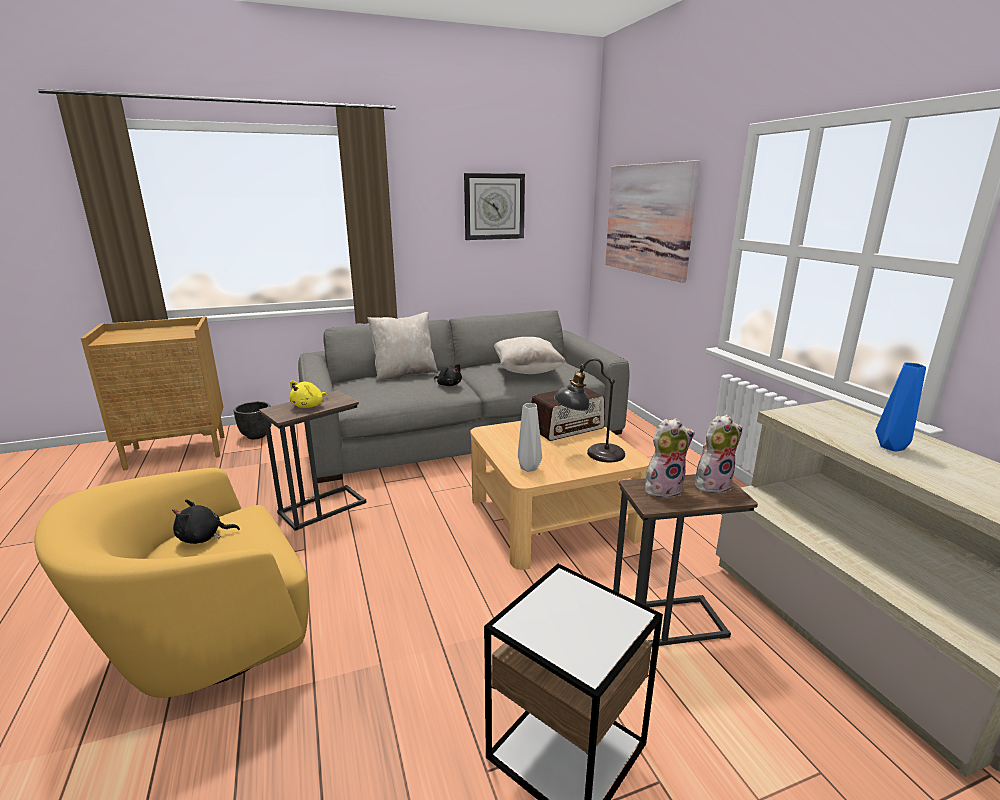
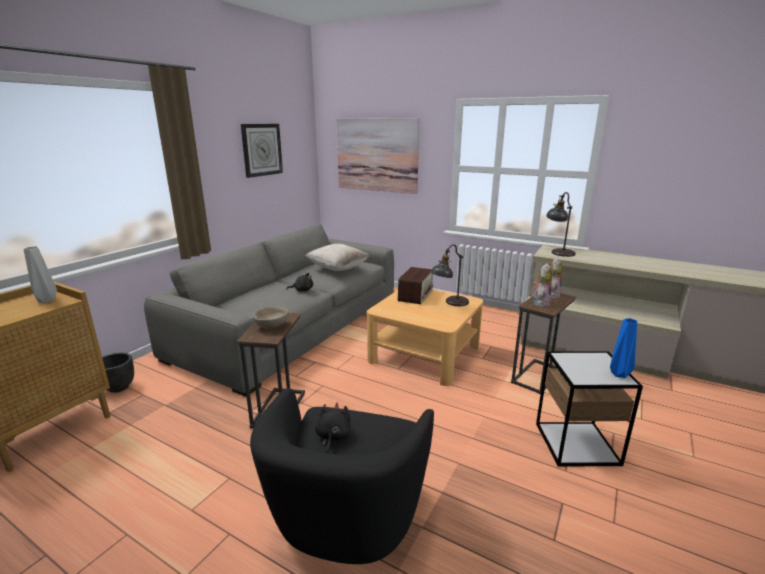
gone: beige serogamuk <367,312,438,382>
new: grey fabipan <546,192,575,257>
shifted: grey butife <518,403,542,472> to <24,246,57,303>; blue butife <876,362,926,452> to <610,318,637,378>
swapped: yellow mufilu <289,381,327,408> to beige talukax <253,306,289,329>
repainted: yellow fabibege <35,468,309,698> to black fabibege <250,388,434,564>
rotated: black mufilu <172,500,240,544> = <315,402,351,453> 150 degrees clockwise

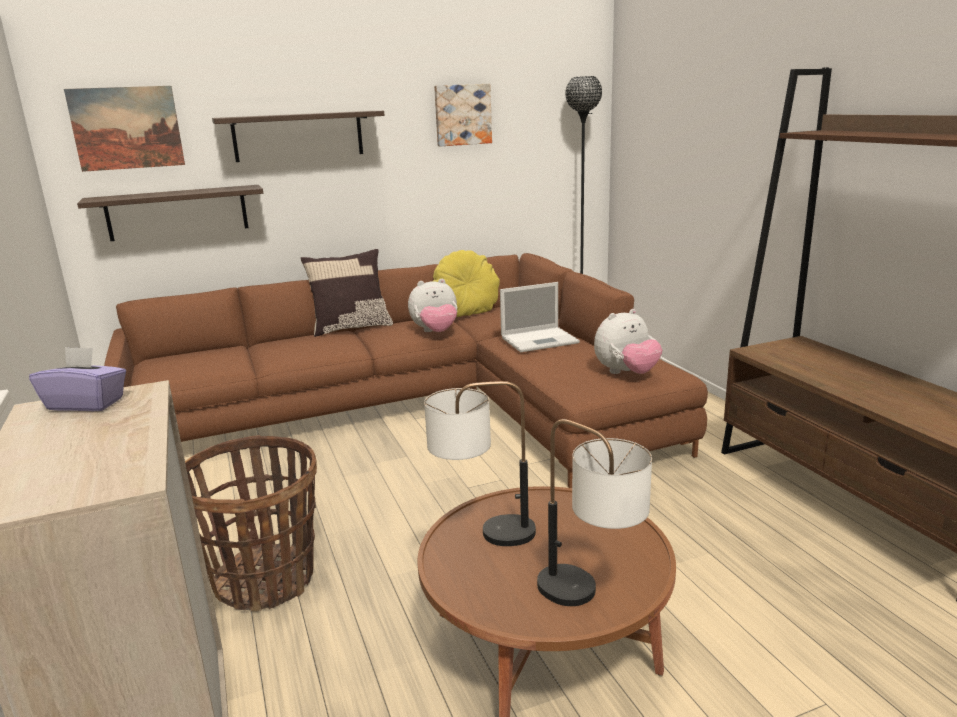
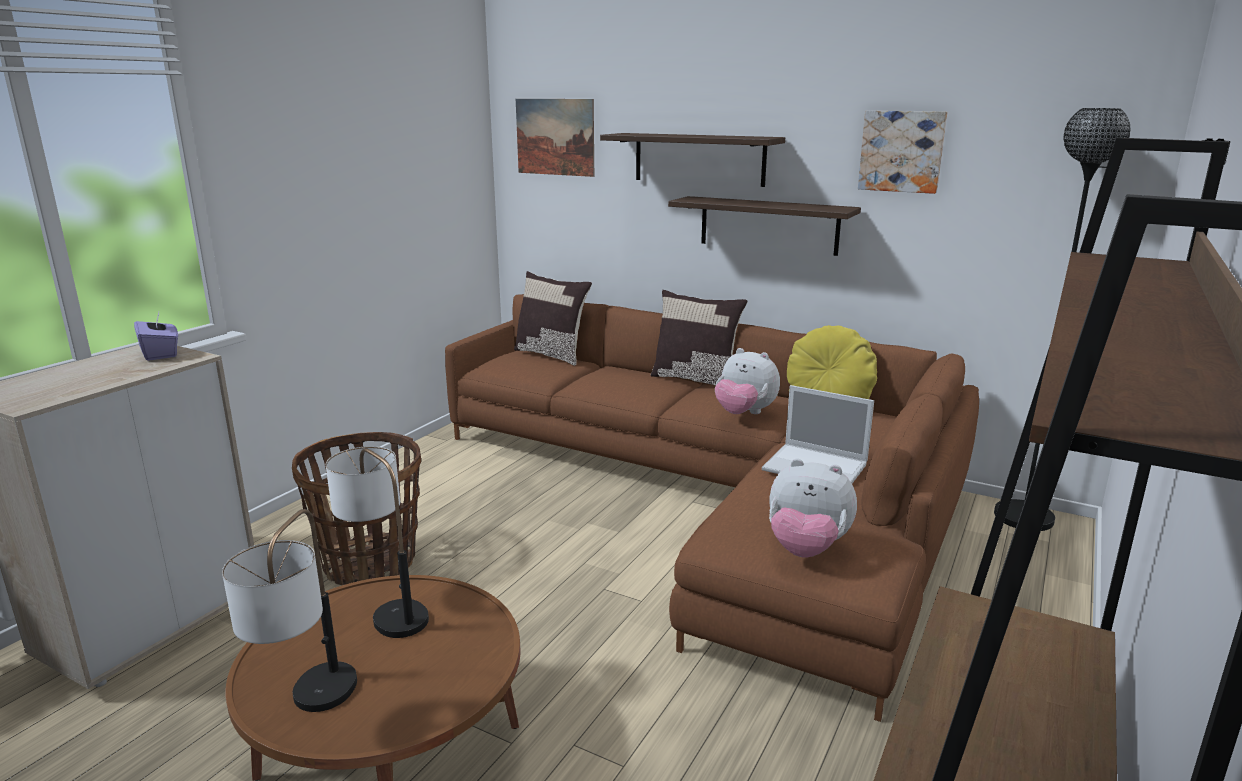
new: serogamuk <514,271,592,366>
shifted: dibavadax <77,185,263,241> to <668,196,861,256>

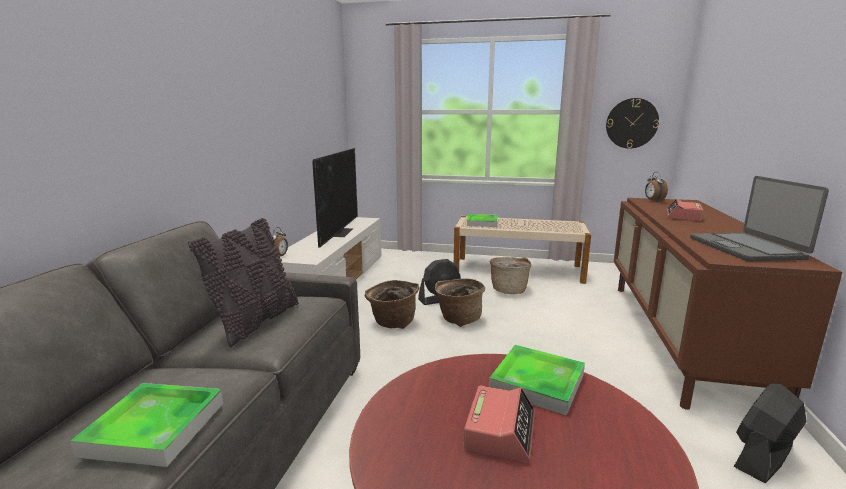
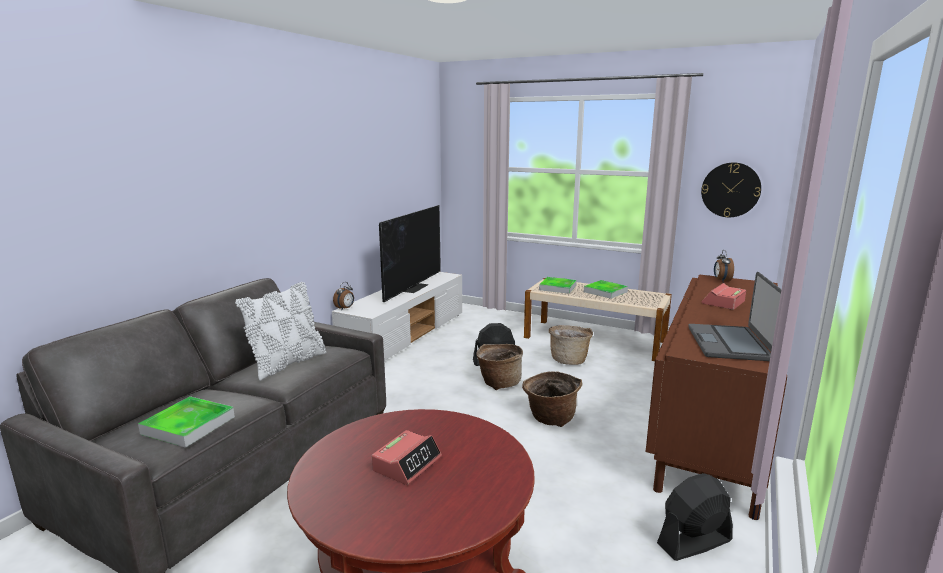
shifted: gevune <365,280,419,329> to <522,371,582,427>; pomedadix <489,345,585,416> to <584,280,628,299>
repainted: black serogamuk <188,218,298,348> to white serogamuk <235,282,326,381>

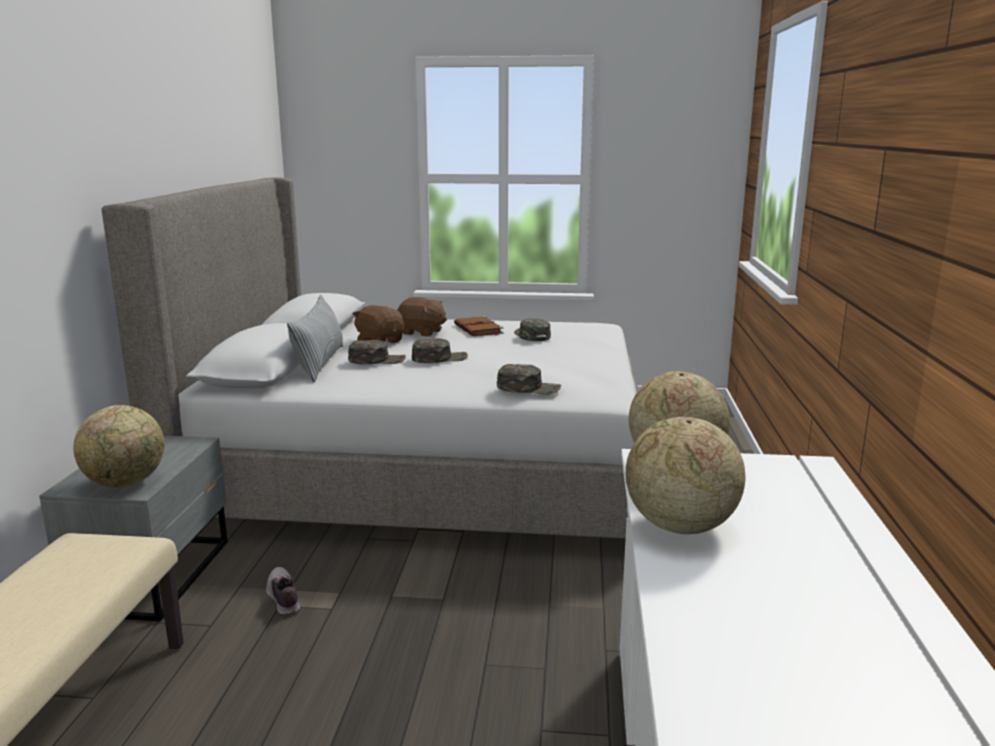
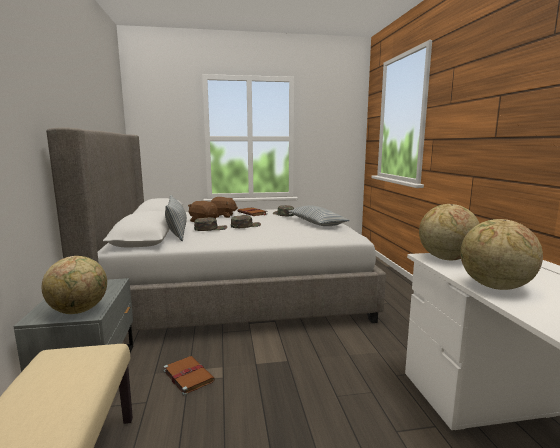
gone: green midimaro <497,364,561,395>
new: serogamuk <288,205,349,226>
swapped: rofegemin <266,567,300,614> to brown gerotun <164,356,215,396>

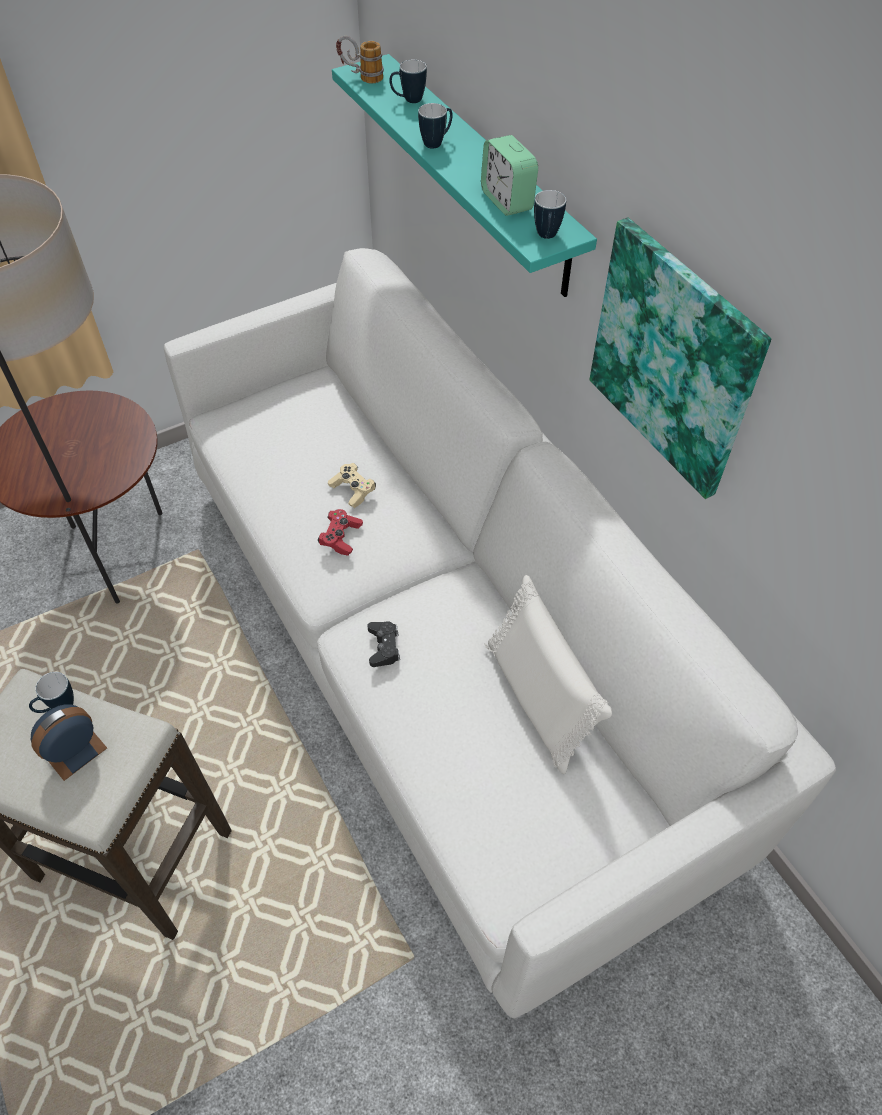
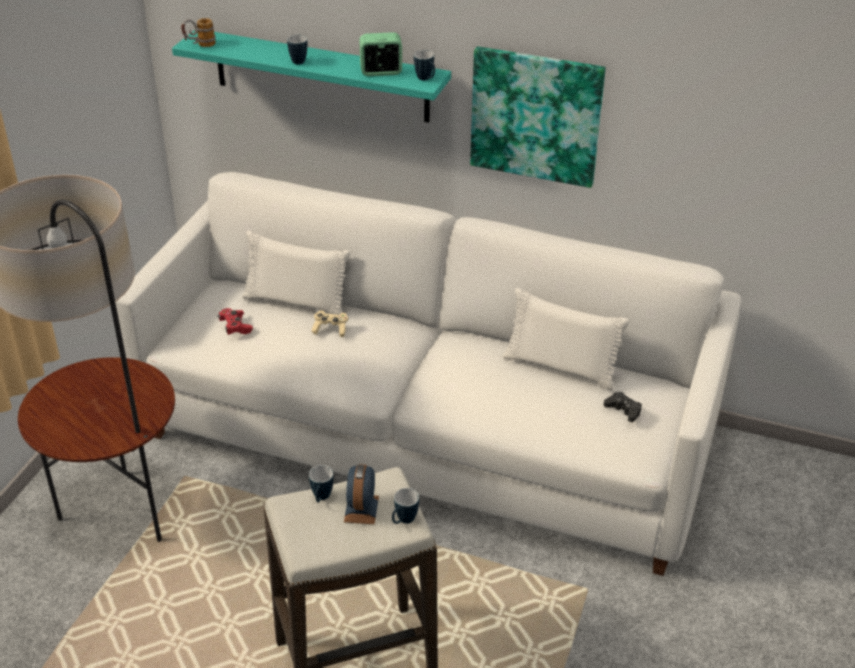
new: white serogamuk <242,231,350,315>
shifted: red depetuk <318,509,363,556> to <218,308,253,335>; black depetuk <367,621,400,667> to <603,392,642,422>; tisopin <389,60,427,103> to <392,488,419,524>
rotated: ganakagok <481,135,538,216> = <359,32,402,76> 150 degrees clockwise

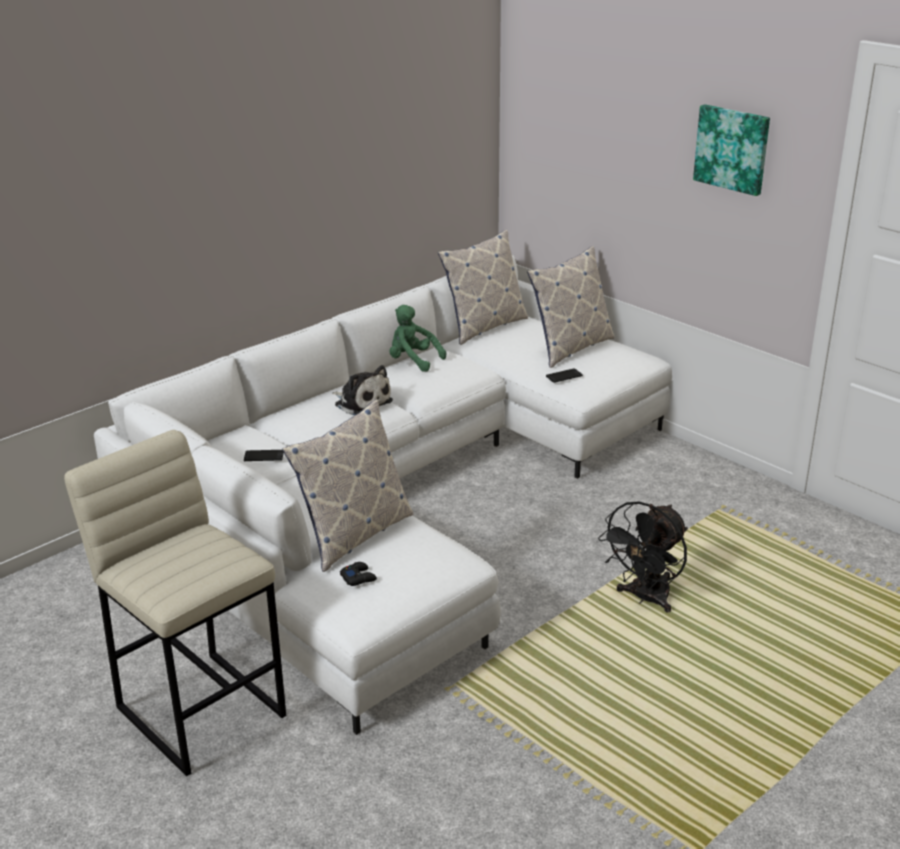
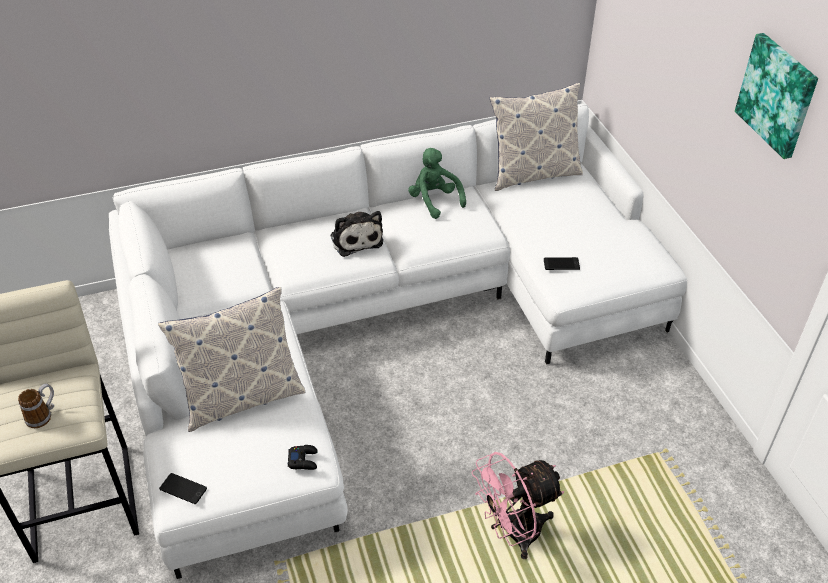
gone: serogamuk <527,246,614,368>
new: tisopin <18,384,54,428>
shifted: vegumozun <244,450,284,461> to <159,473,207,504>; black depetuk <340,562,377,586> to <288,445,318,470>
repainted: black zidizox <598,501,688,612> to pink zidizox <472,452,565,559>

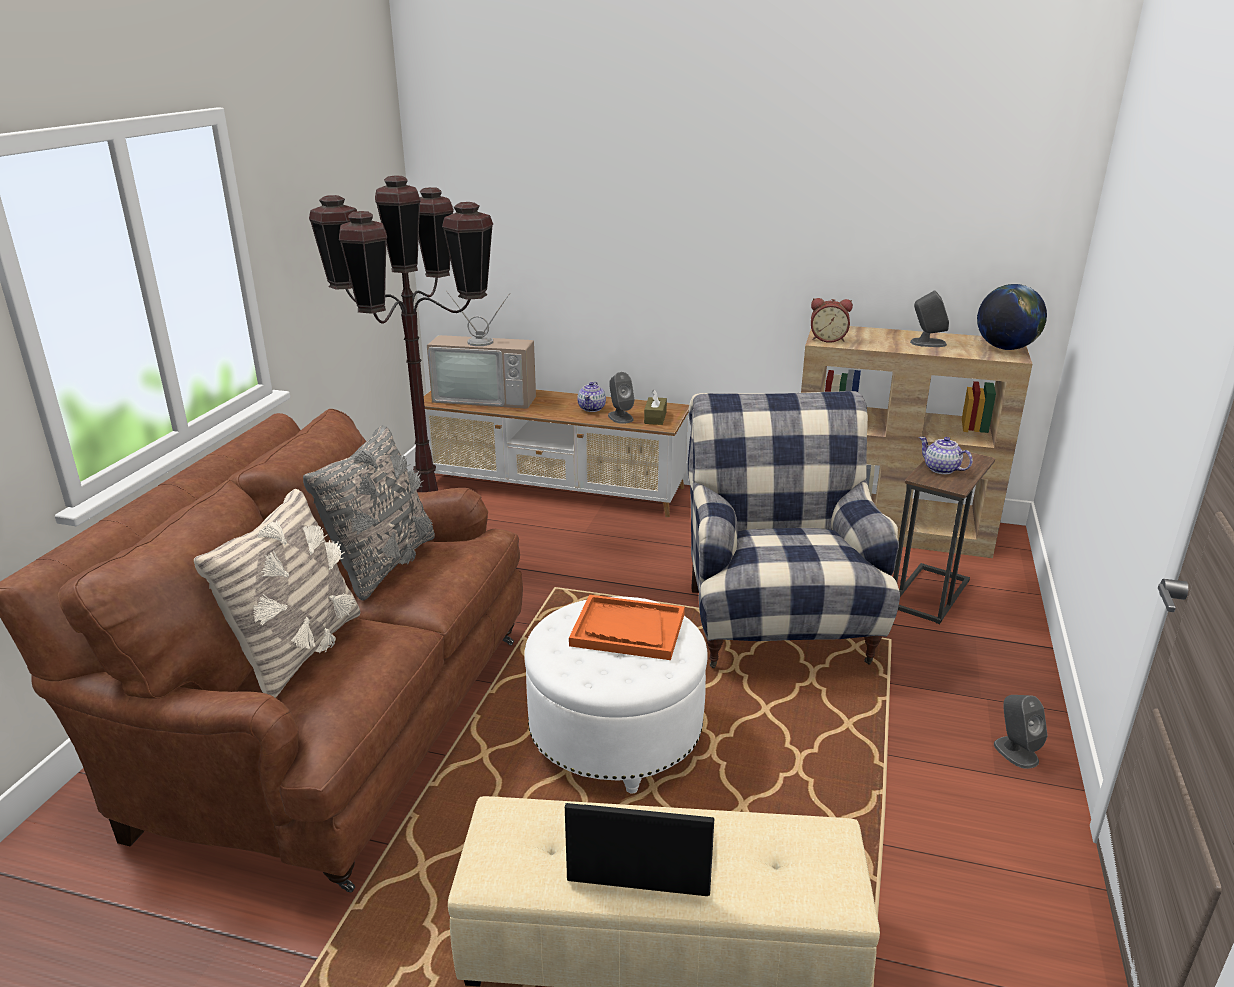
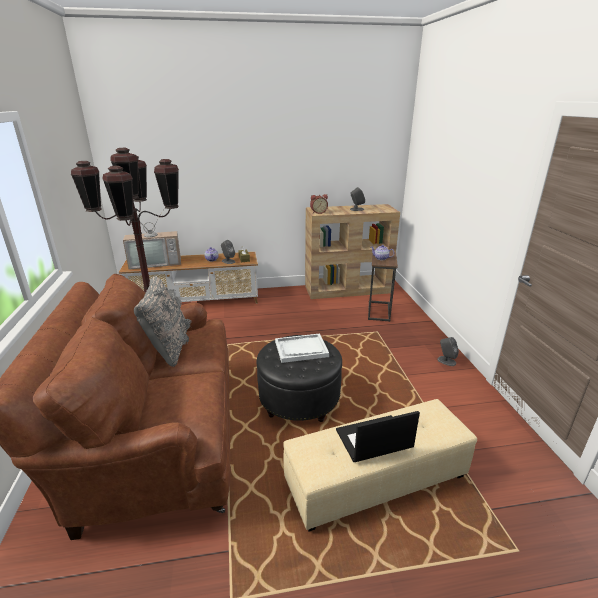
gone: beige serogamuk <194,489,360,698>; fabibege <688,391,900,668>; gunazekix <977,284,1047,350>
repainted: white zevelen <524,597,708,794> to black zevelen <257,335,342,422>; orange pomedadix <569,595,685,660> to white pomedadix <275,333,329,363>

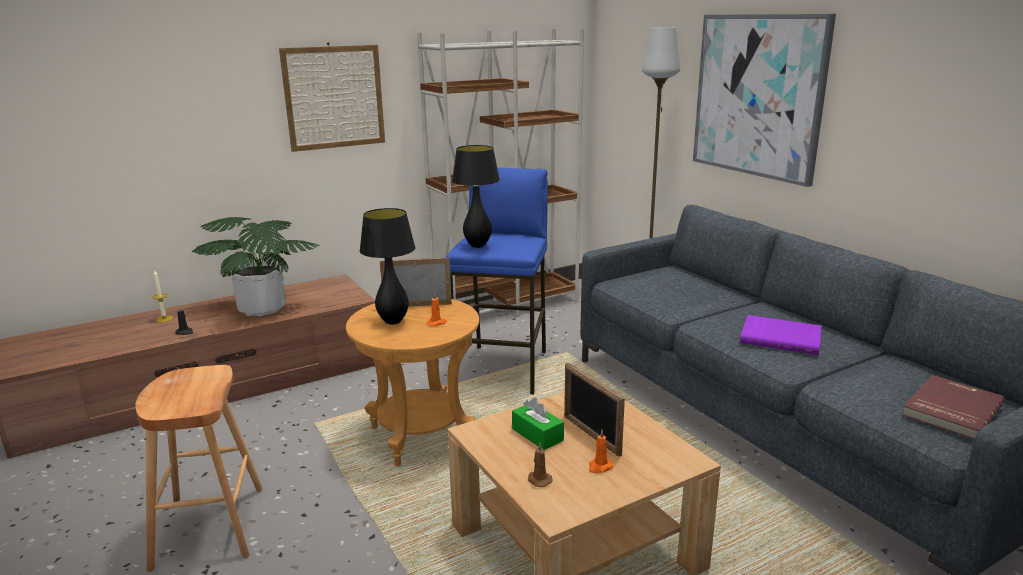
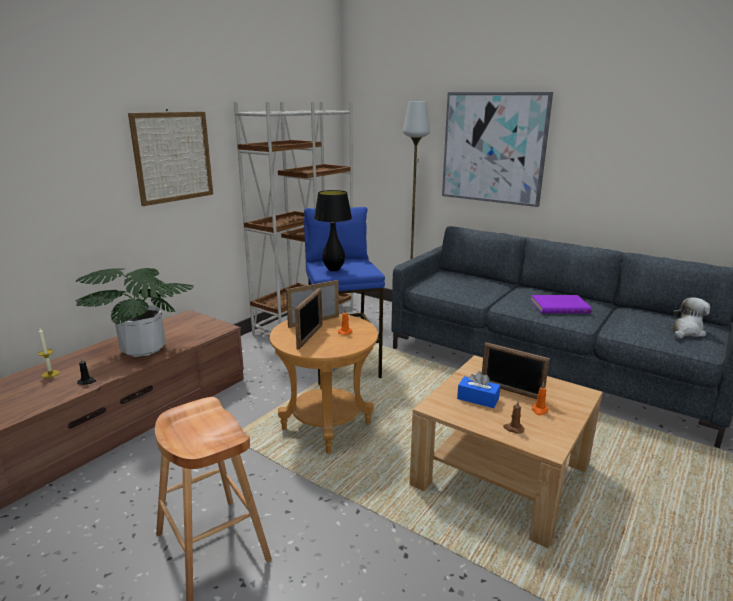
swapped: black fabipan <360,208,416,324> to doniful <295,288,323,350>; red gerotun <902,375,1005,439> to mufilu <672,297,710,339>
repainted: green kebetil <512,398,564,450> to blue kebetil <457,371,500,408>

